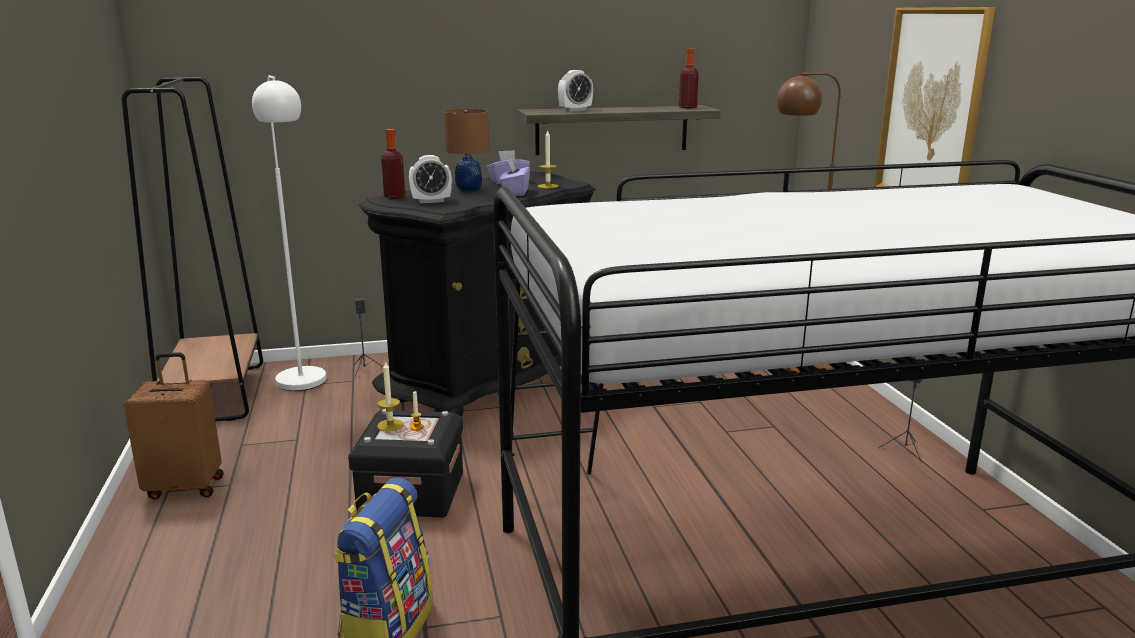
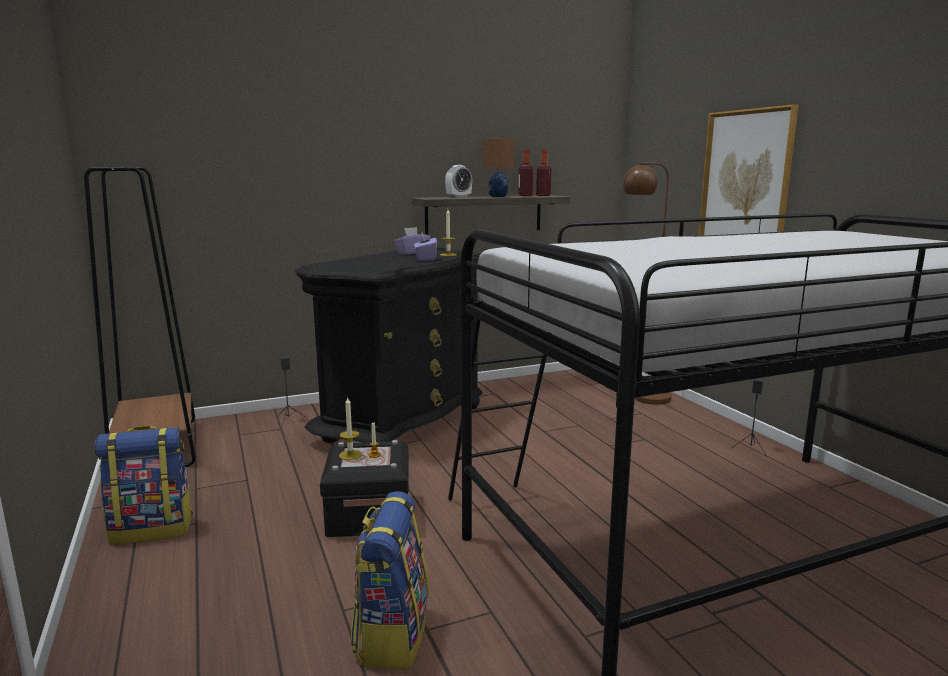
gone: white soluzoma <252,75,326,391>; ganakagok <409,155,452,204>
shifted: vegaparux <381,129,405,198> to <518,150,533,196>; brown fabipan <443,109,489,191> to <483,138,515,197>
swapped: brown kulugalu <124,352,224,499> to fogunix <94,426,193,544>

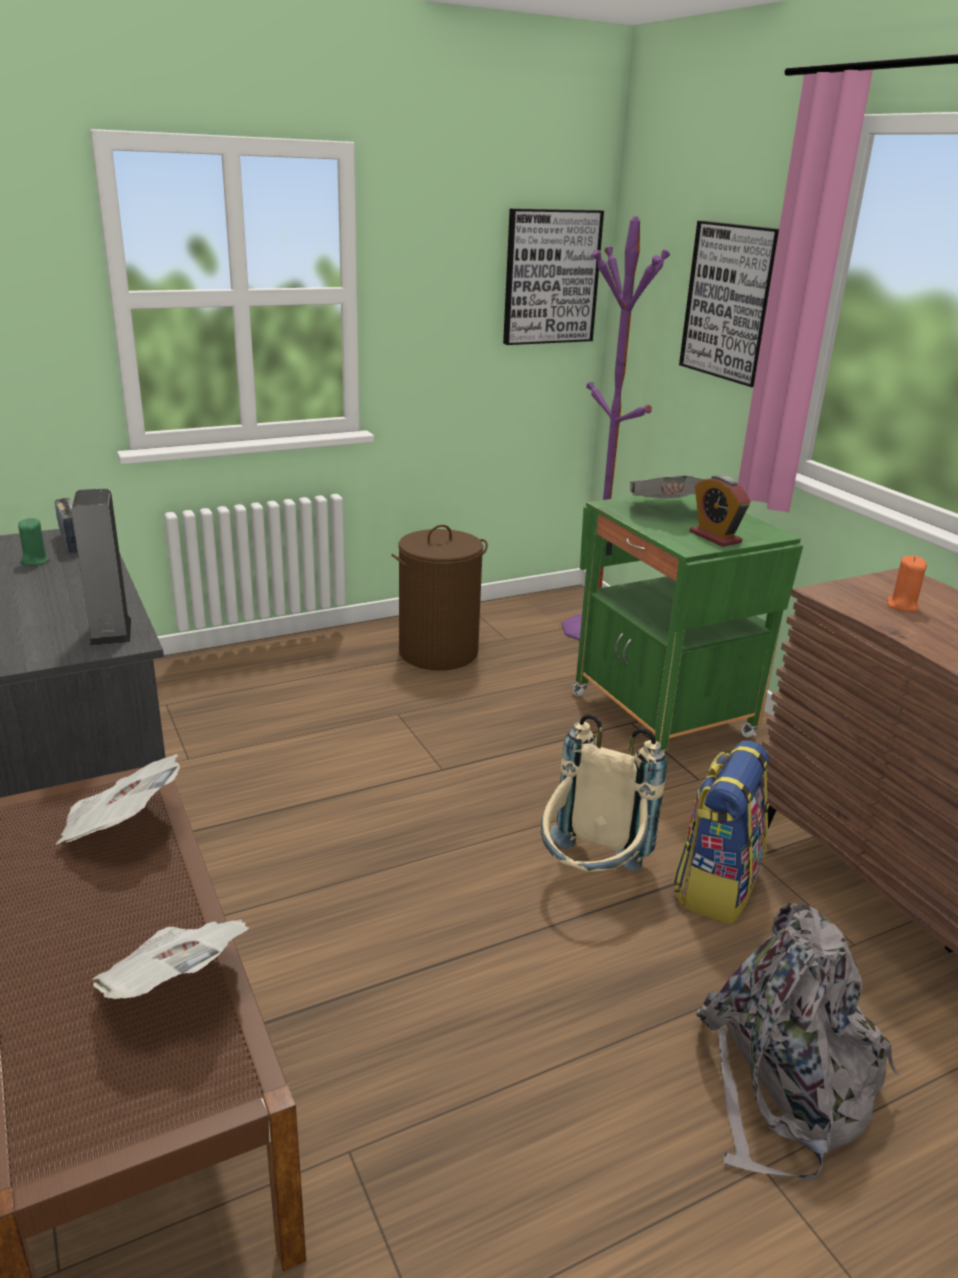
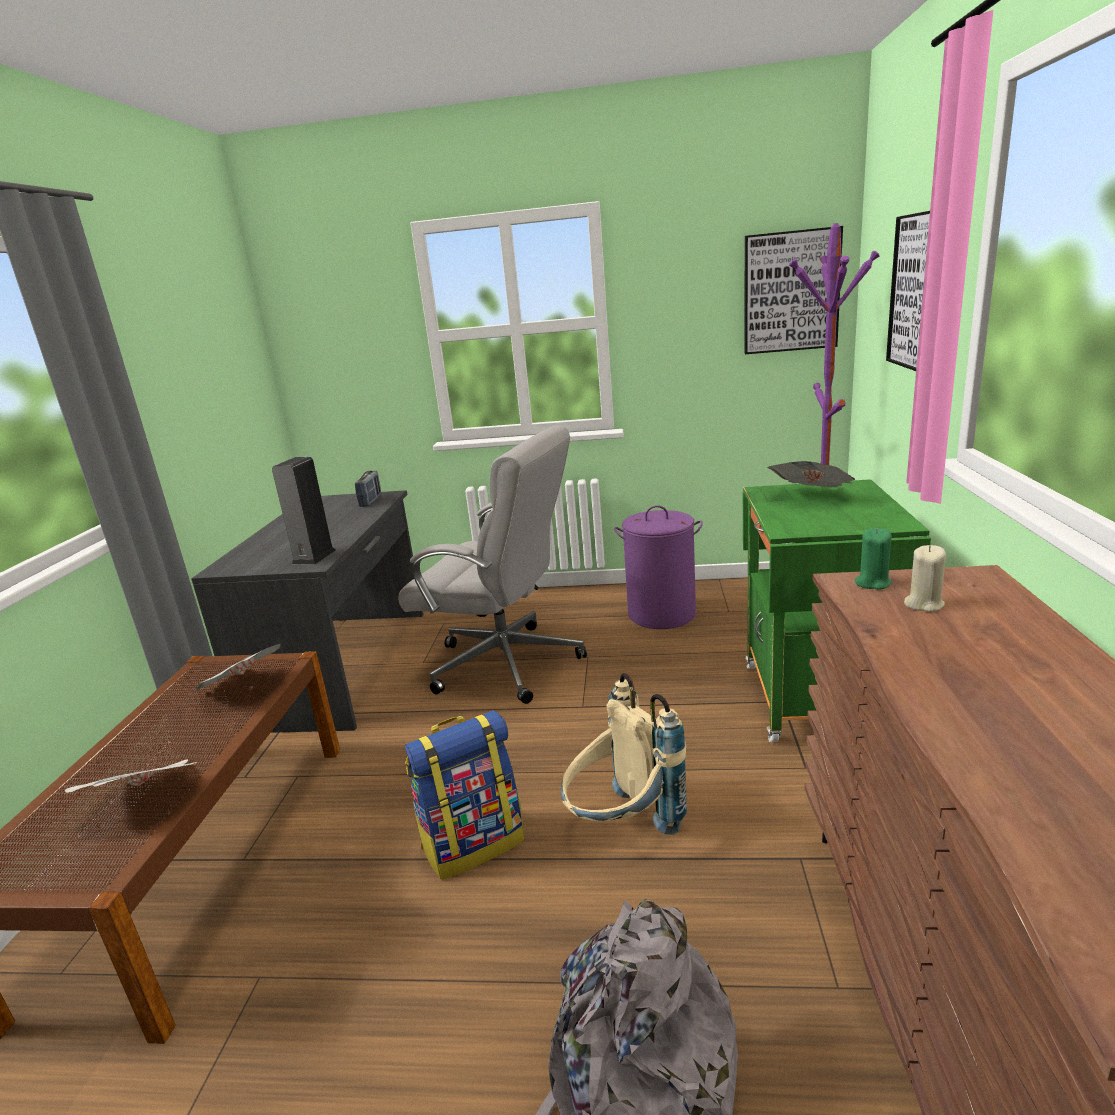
gone: ganakagok <690,475,751,547>
new: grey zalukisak <398,425,587,704>
shifted: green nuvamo <18,518,49,566> to <855,528,892,590>; fogunix <673,740,769,925> to <405,711,525,880>
repainted: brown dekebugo <391,525,488,670> to purple dekebugo <614,505,703,629>; orange nuvamo <887,556,927,612> to beige nuvamo <904,545,946,612>

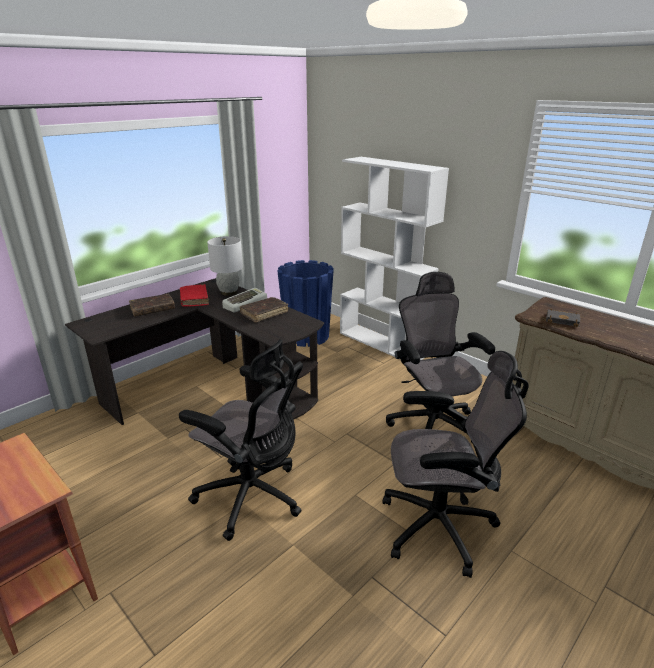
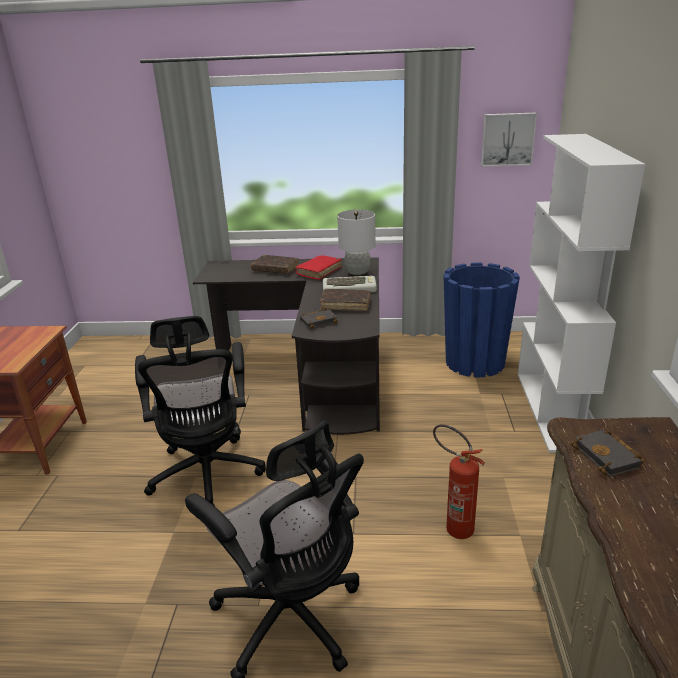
new: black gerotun <300,309,338,329>; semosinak <481,113,537,167>
swapped: zalukisak <386,272,495,444> to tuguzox <433,424,485,539>

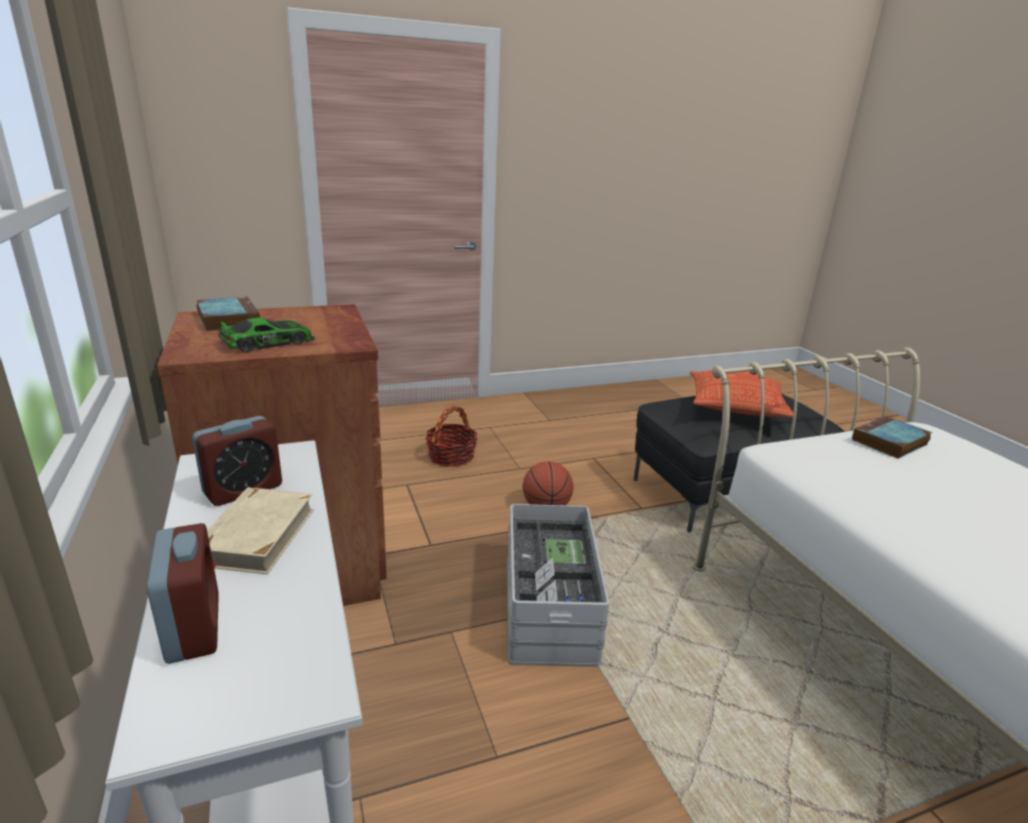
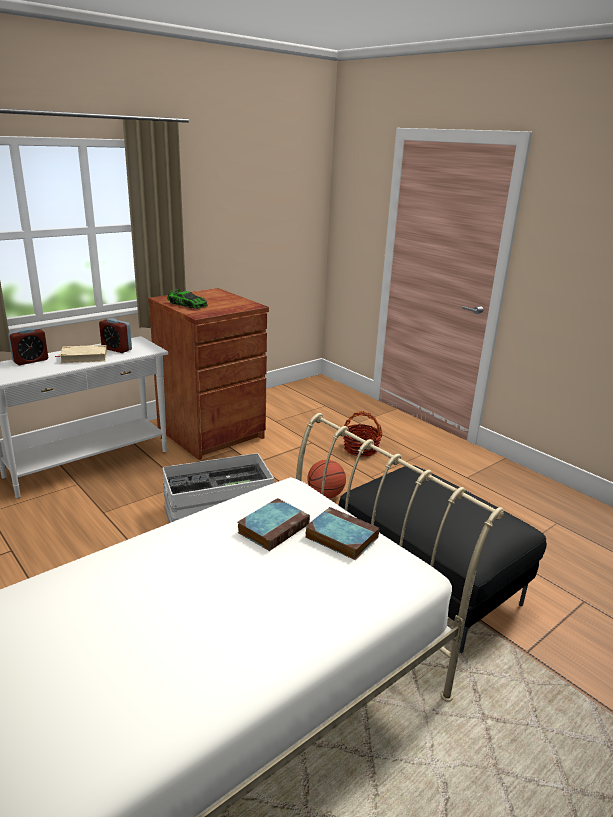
gone: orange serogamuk <690,370,793,418>
shifted: gerotun <196,296,260,332> to <237,498,310,551>

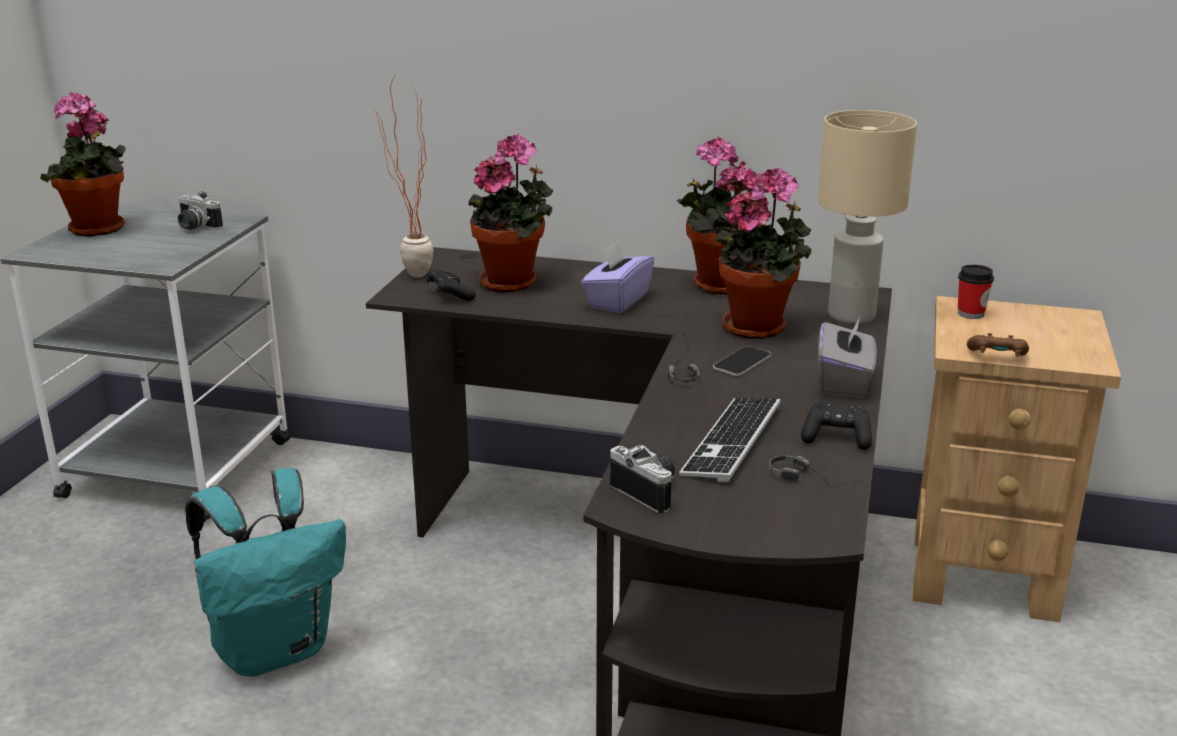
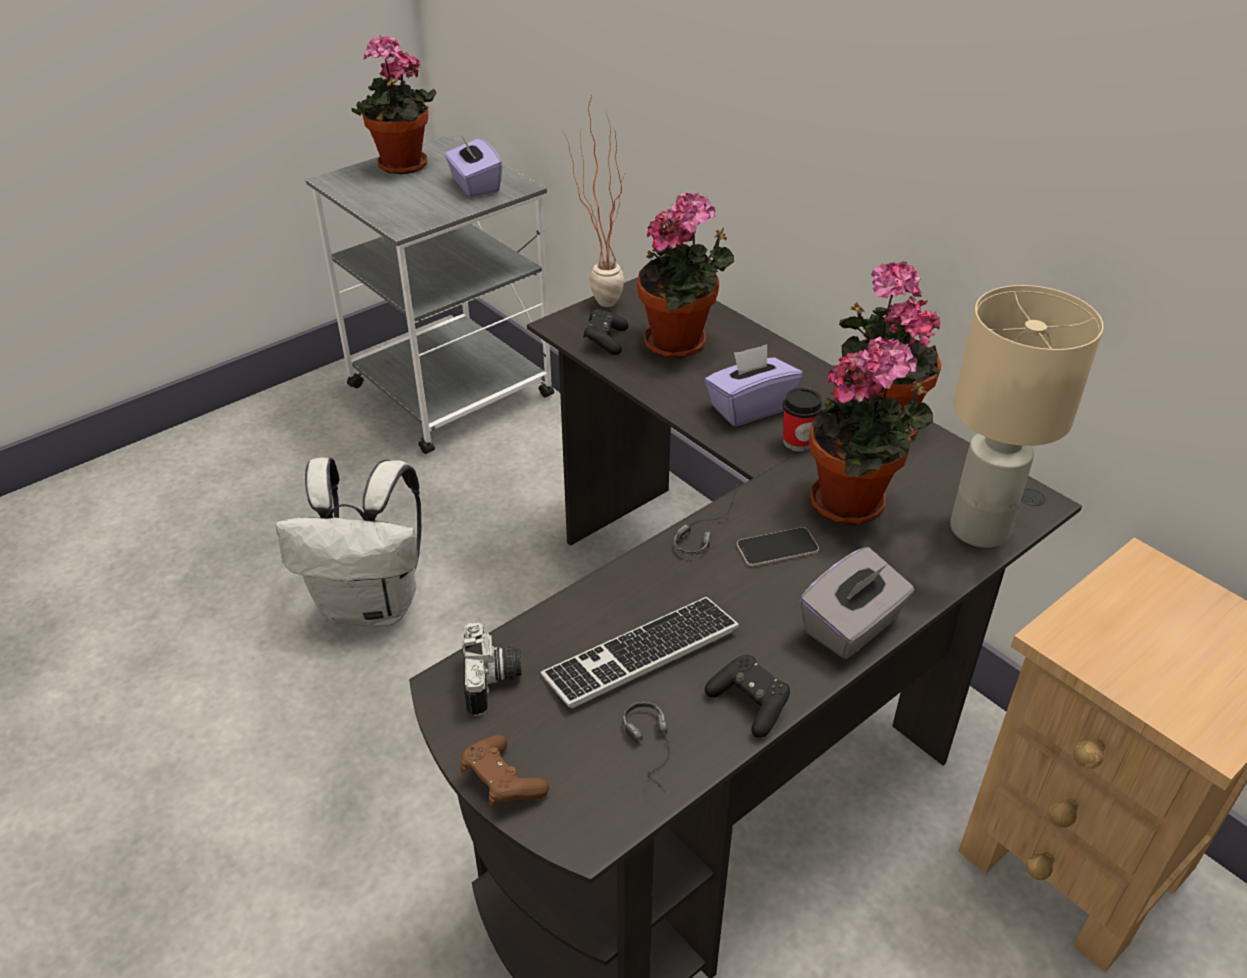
shifted: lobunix <958,264,994,319> to <783,387,823,451>; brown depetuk <967,333,1029,357> to <460,735,549,806>
swapped: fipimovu <178,191,223,230> to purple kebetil <445,133,502,197>
repainted: turquoise fogunix <185,468,346,677> to white fogunix <276,457,421,626>

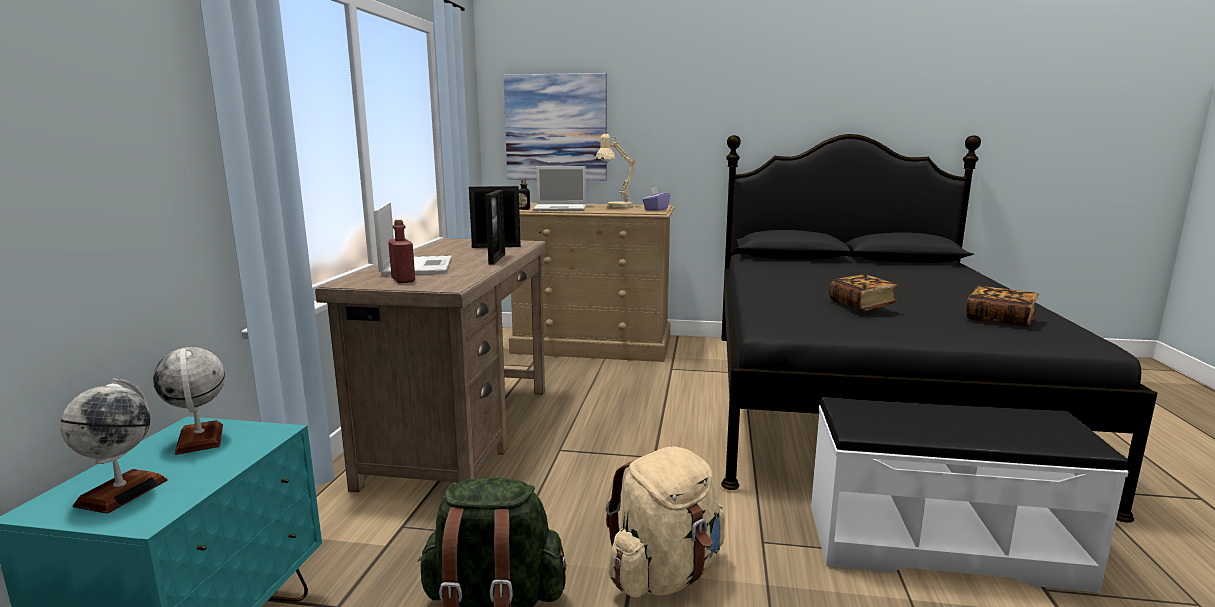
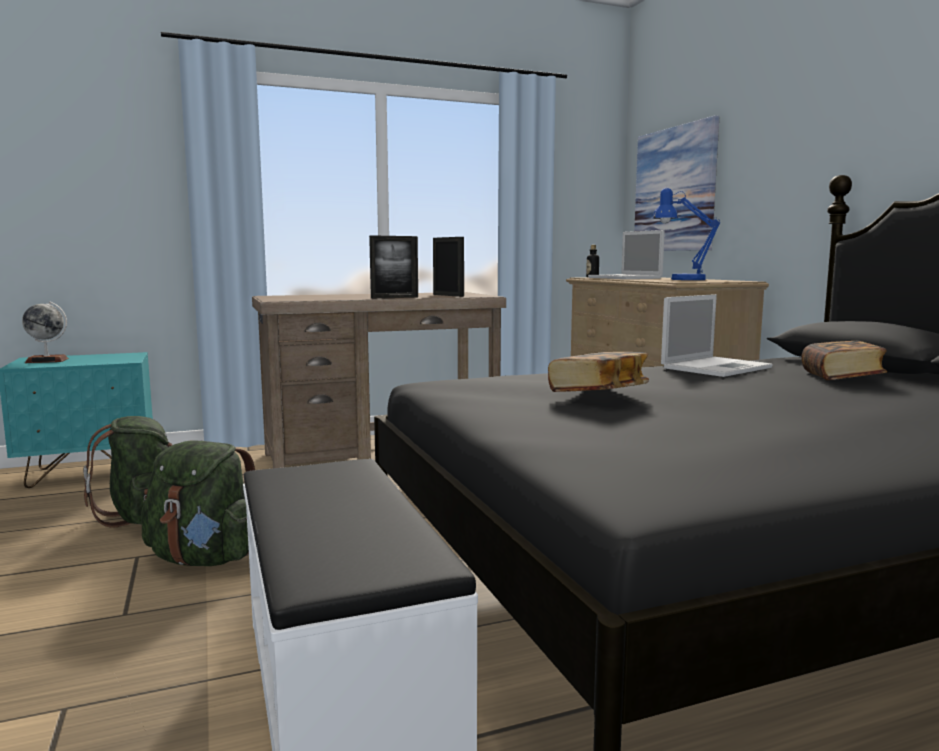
gone: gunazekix <153,347,225,455>; red vegaparux <388,220,415,283>; purple kebetil <642,187,670,211>
shifted: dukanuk <374,202,452,276> to <661,294,773,377>; gerotun <966,286,1039,327> to <802,340,887,380>
repainted: beige fabipan <595,134,636,209> to blue fabipan <653,188,720,280>; beige fogunix <606,446,725,598> to green fogunix <141,440,255,566>

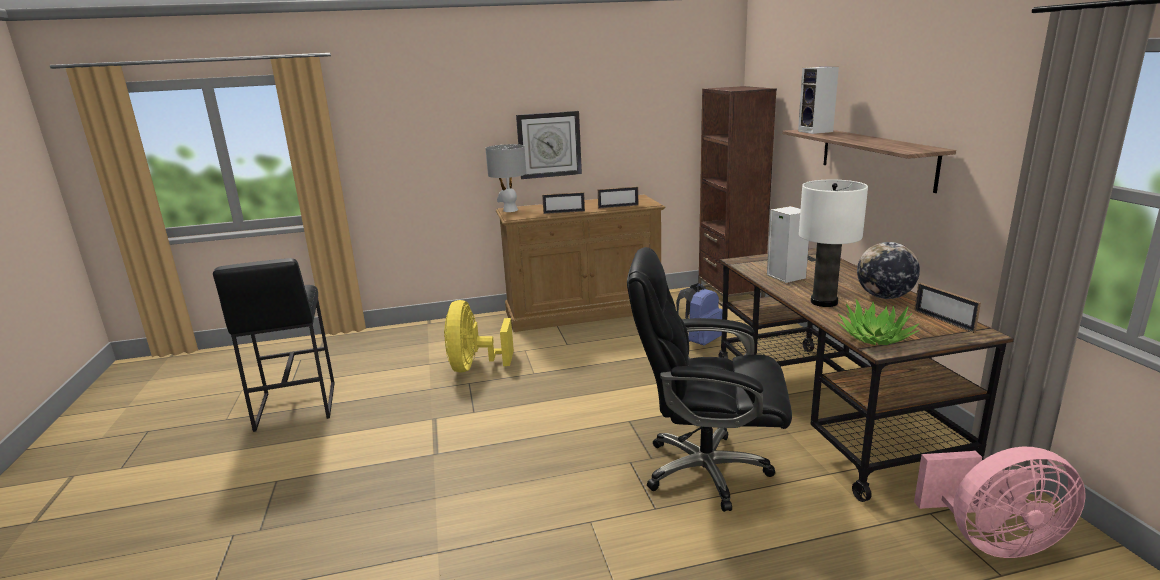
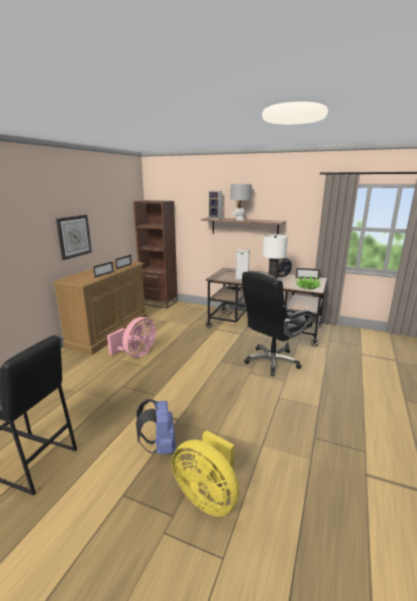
shifted: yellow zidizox <444,300,514,372> to <172,430,240,516>; grey fabipan <485,144,526,212> to <230,184,252,220>; blue fogunix <676,283,722,346> to <136,399,176,455>; pink zidizox <914,447,1086,558> to <107,317,156,357>

